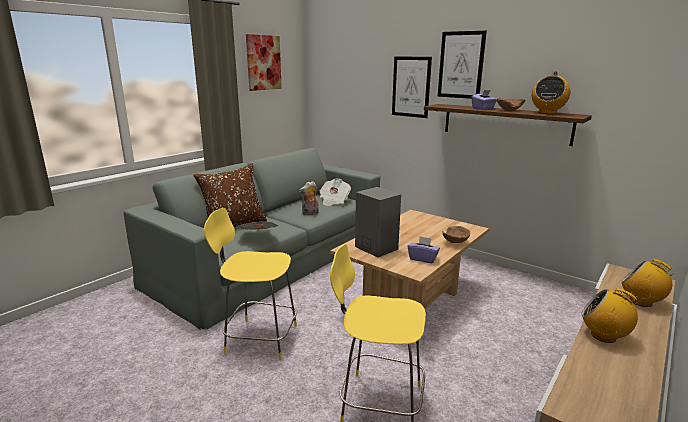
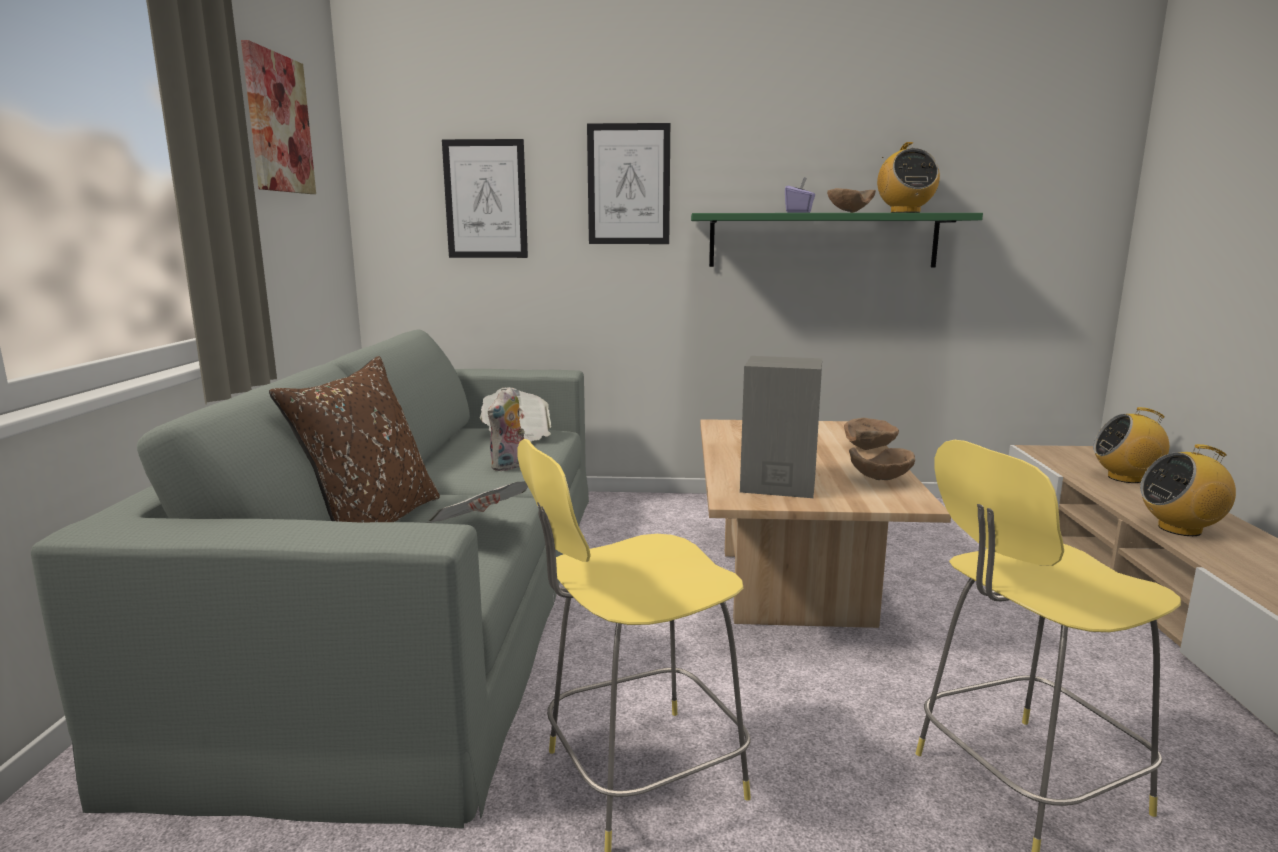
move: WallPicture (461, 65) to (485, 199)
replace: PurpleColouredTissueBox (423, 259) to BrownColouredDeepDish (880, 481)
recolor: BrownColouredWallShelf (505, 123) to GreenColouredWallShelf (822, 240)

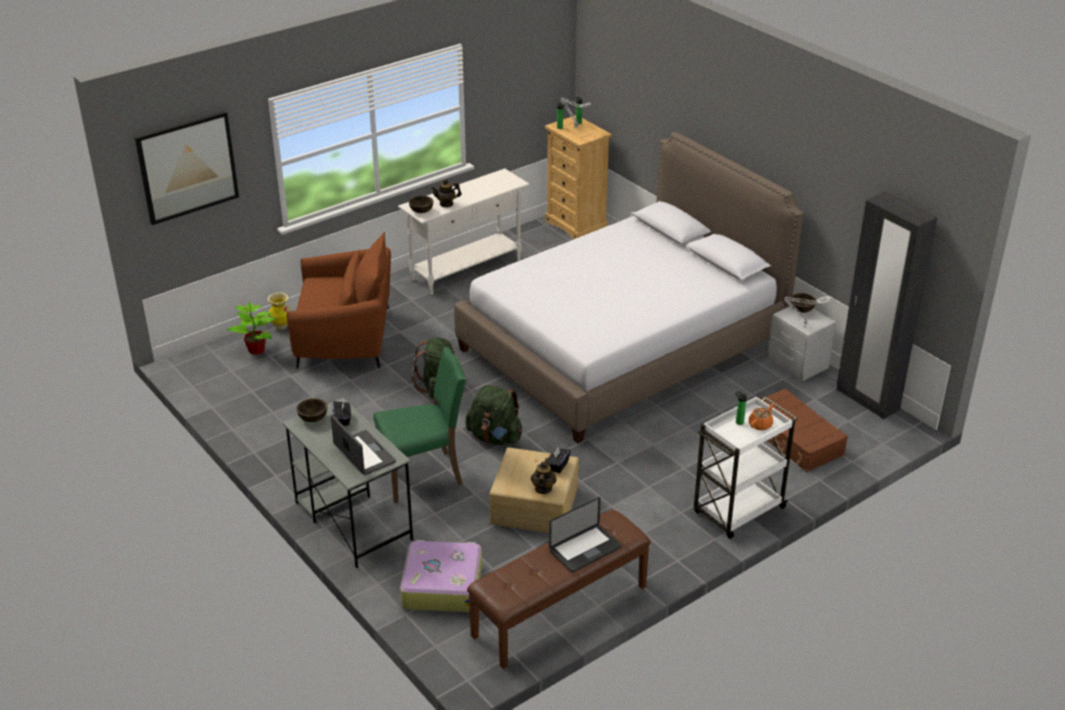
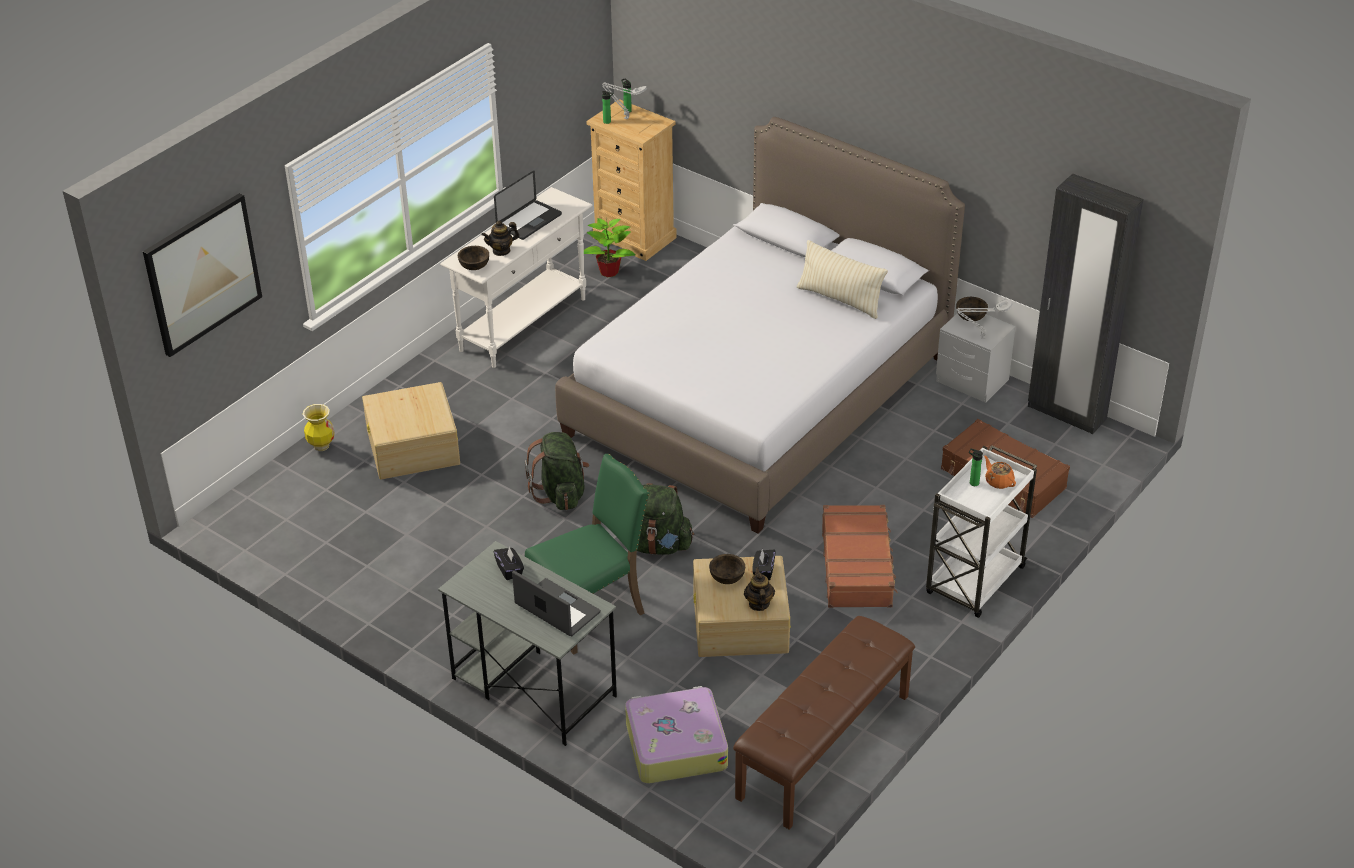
insert: BeigeColouredThrowPillow (840, 299); BrownColouredPieceOfLuggage (857, 566)
move: PottedPlant (257, 350) to (609, 271); BrownColouredDeepDish (313, 418) to (727, 577); NotebookComputer (585, 549) to (529, 221)
replace: BrownColouredArmchair (346, 338) to BeigeColouredStorageBox (413, 447)
rotate: OrangeyTeapot (760, 424) = (998, 481) 60 degrees counterclockwise

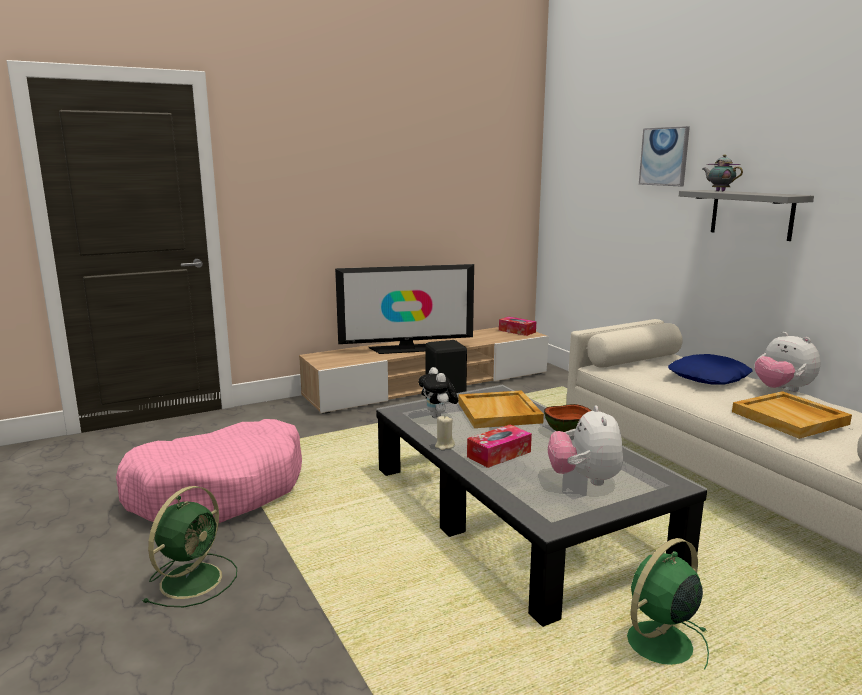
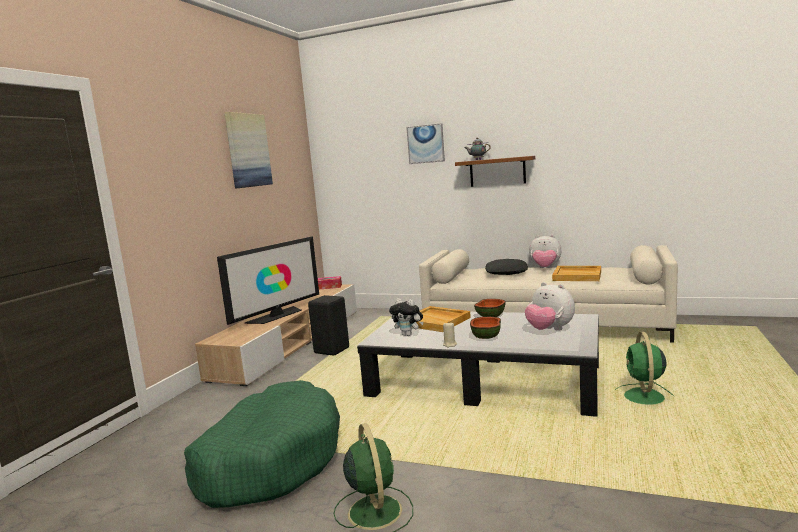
insert: WallPicture (248, 150)
replace: TissueBox (499, 454) to DeepDish (486, 337)
recolor: GreyWallShelf (751, 214) to BrownColouredWallShelf (497, 171); BlueThrowPillow (709, 378) to BlackColouredThrowPillow (507, 272); PinkDogBed (219, 490) to GreenColouredDogBed (269, 460)

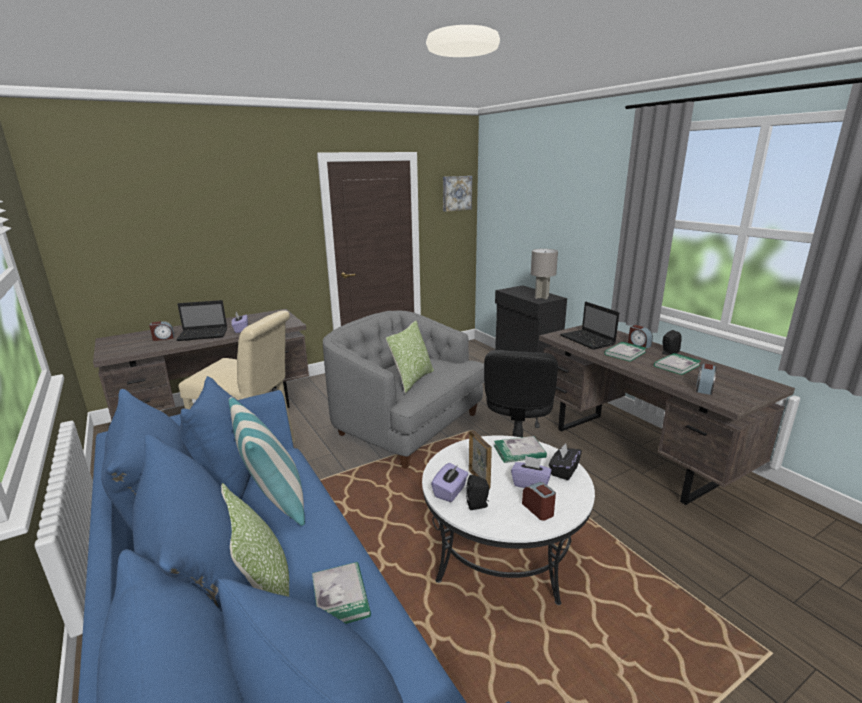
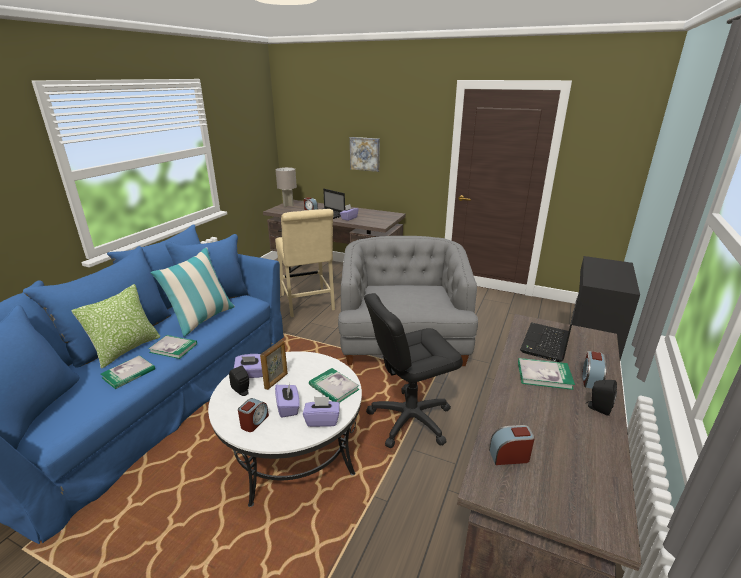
delete: ThrowPillow (412, 380)
move: WallPicture (456, 193) to (365, 154); GreyTableLamp (542, 297) to (288, 205); Volume (676, 365) to (173, 348)
recolor: BlackColouredTissueBox (563, 471) to PurpleColouredTissueBox (322, 420)

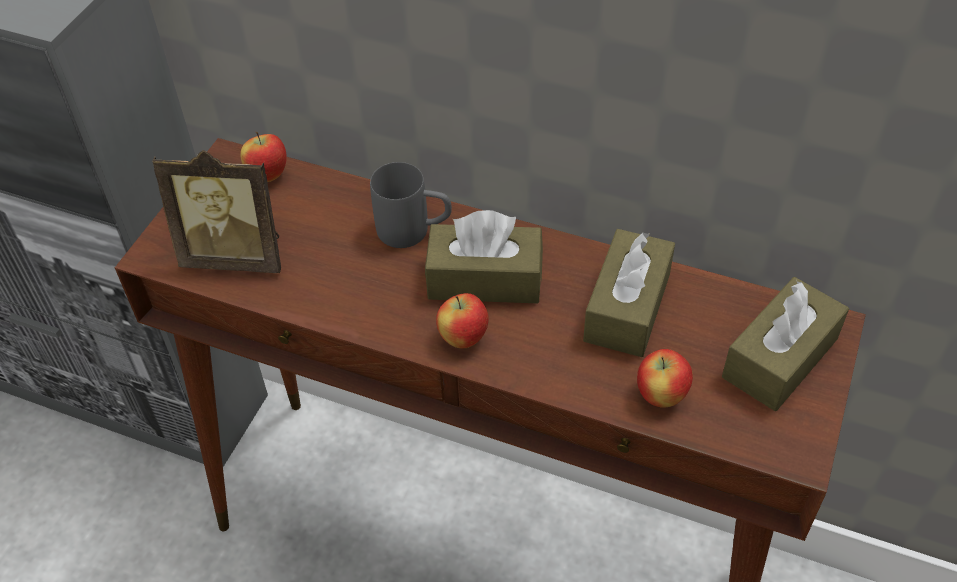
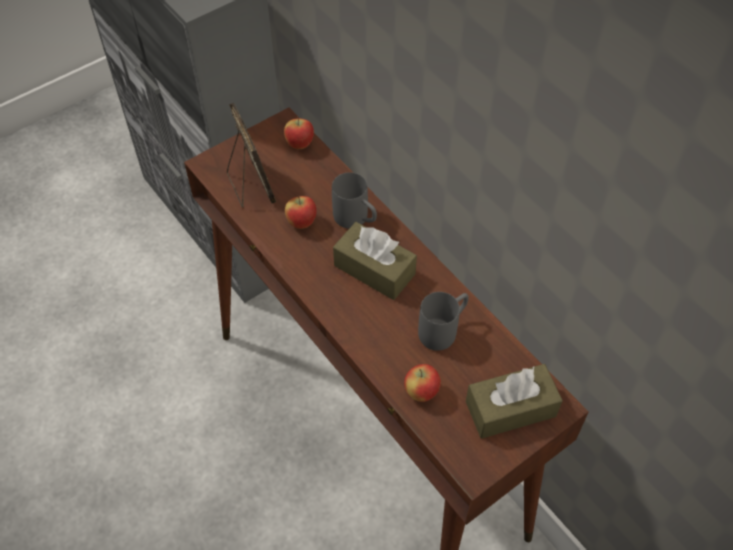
move: WholeApple (463, 338) to (302, 223)
replace: BrownColouredTissueBox (627, 307) to GreyMug (443, 329)
rotate: StandingFrame (236, 255) = (250, 186) 150 degrees counterclockwise

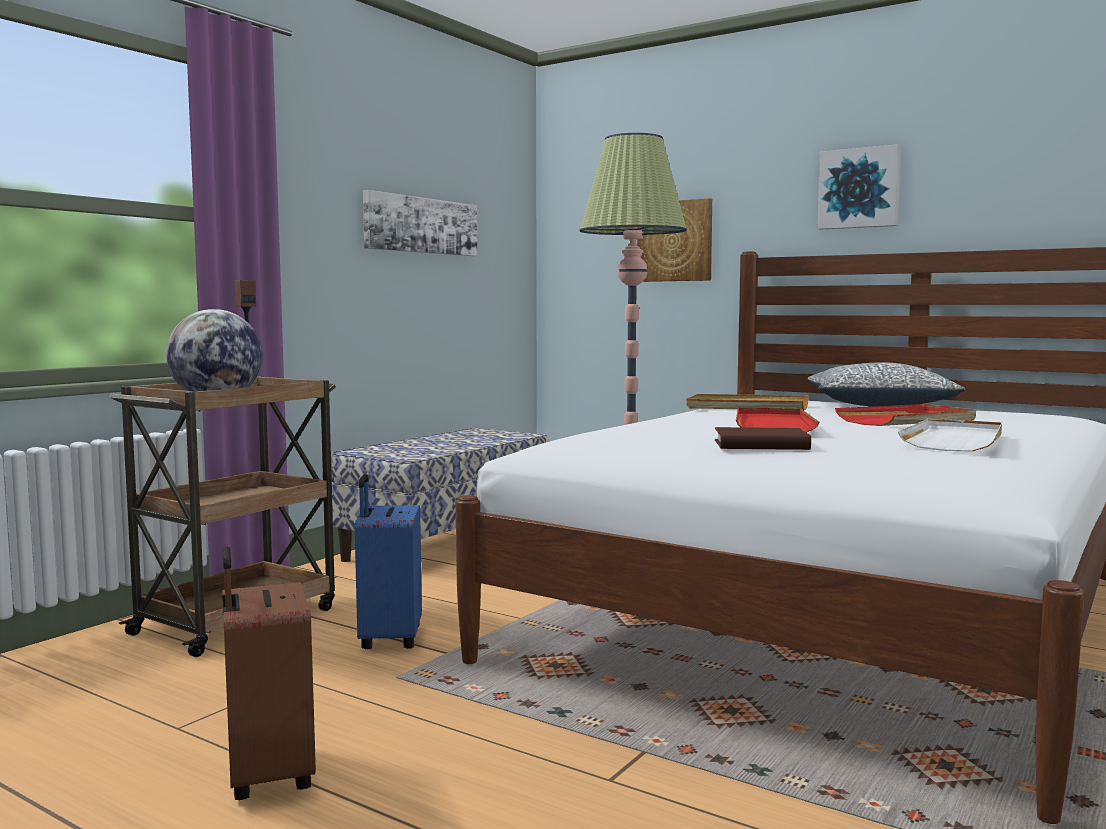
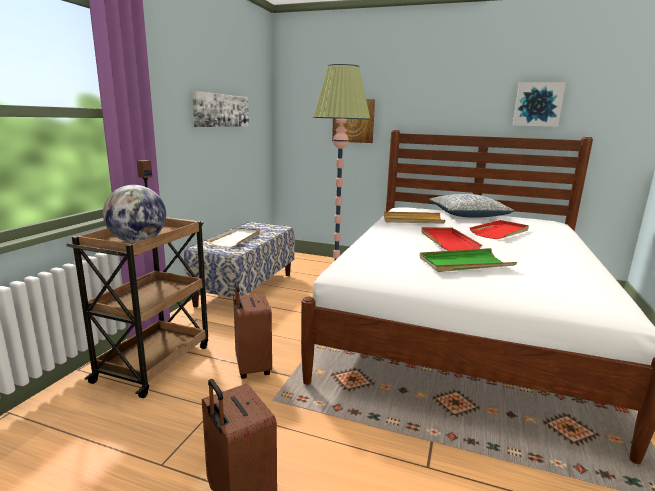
move: WallPicture (859, 188) to (538, 104); WhitishServingTray (955, 440) to (236, 239)
replace: BrownColouredVolume (761, 445) to GreenColouredServingTray (465, 263)
recolor: BluePieceOfLuggage (388, 638) to BrownColouredPieceOfLuggage (251, 368)

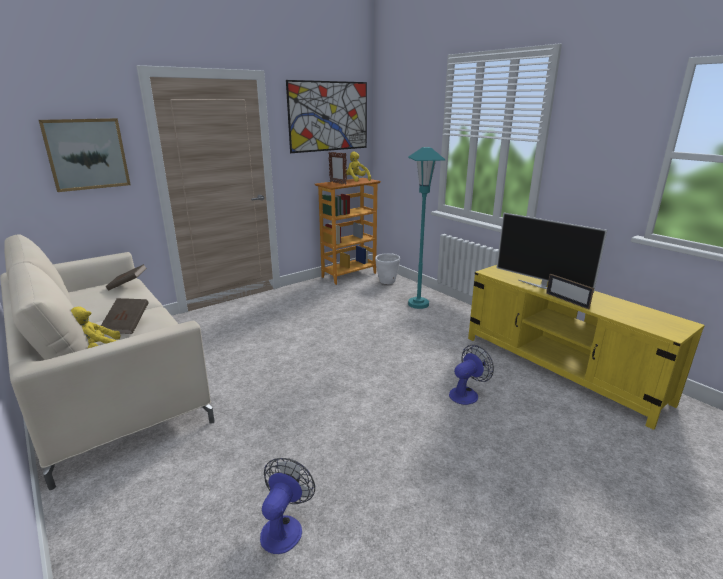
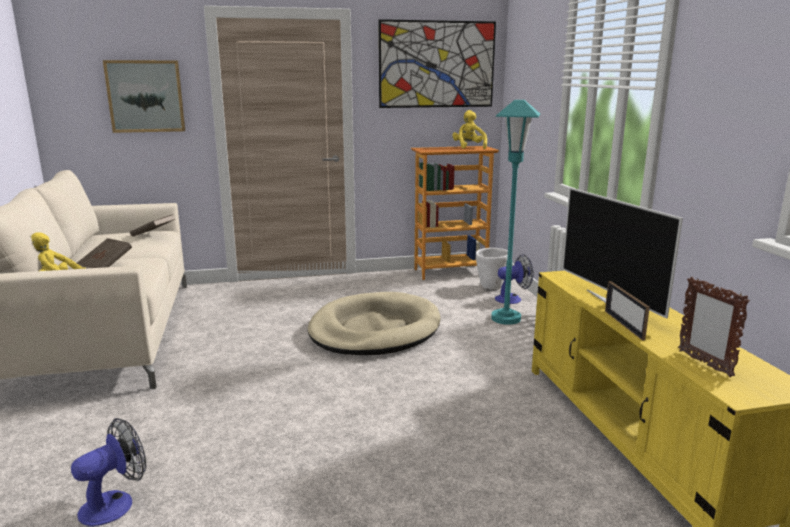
insert: BeigeColouredDogBed (374, 330)
move: StandingFrame (338, 183) to (704, 363); Fan (467, 393) to (512, 299)

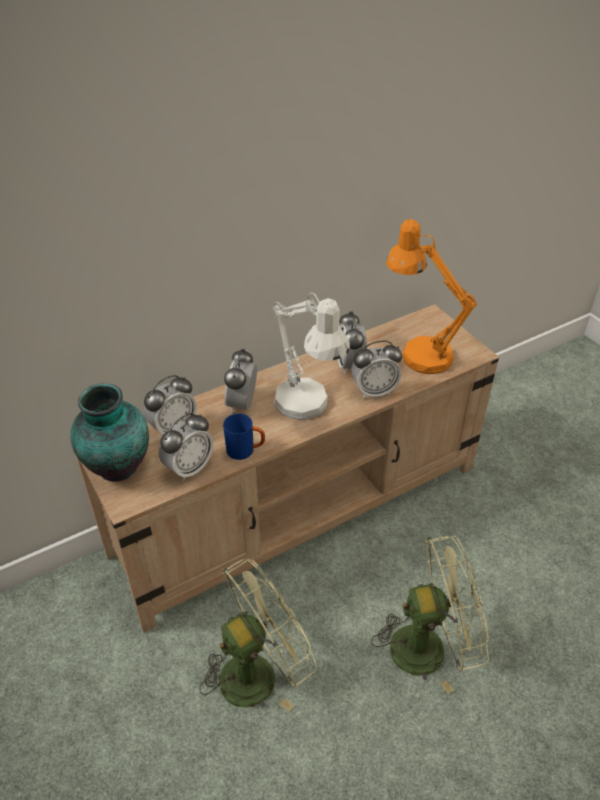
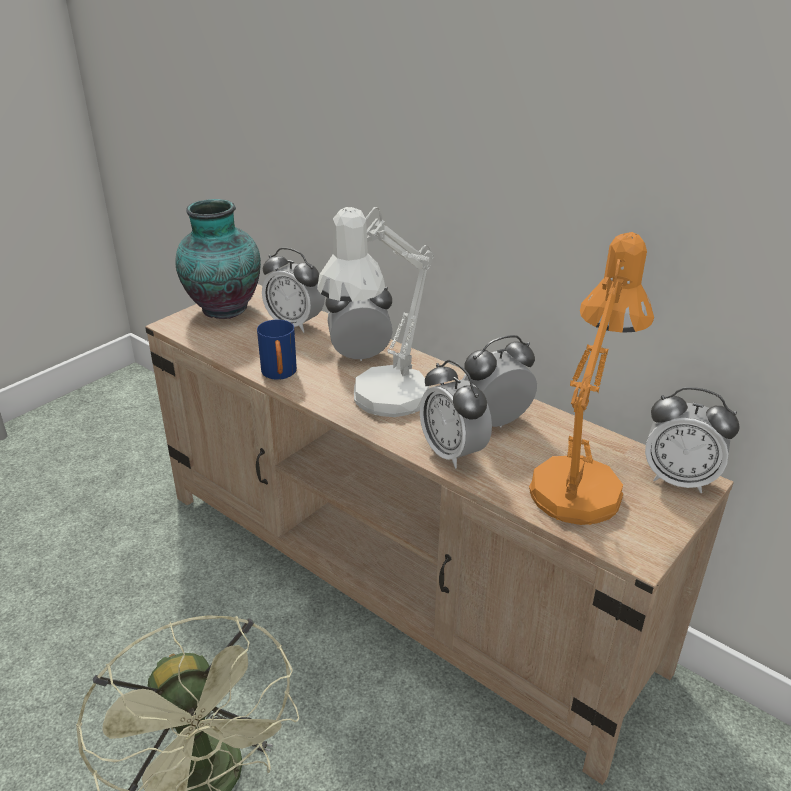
delete: GreenColouredFan (257, 671)
move: BedsideClock (189, 468) to (678, 479)

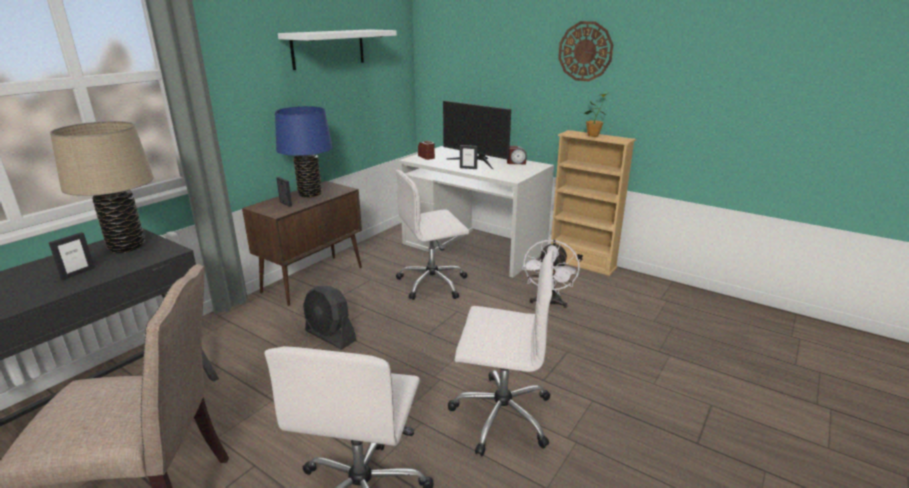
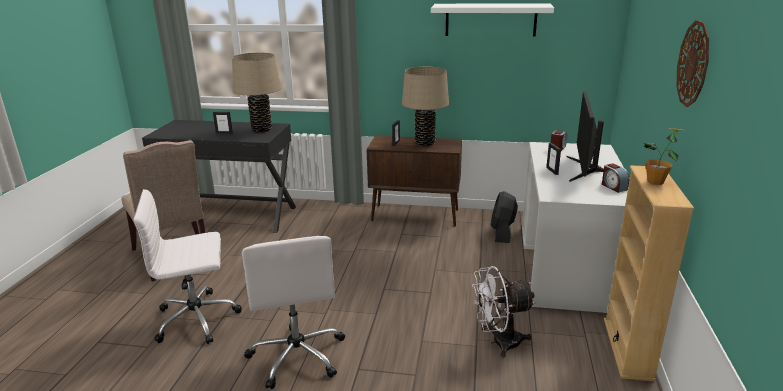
delete: WhitishOfficeChair (433, 283)
move: BlackColouredFan (330, 336) to (502, 233)
recolor: BlueTableLamp (310, 194) to BeigeColouredTableLamp (425, 143)

